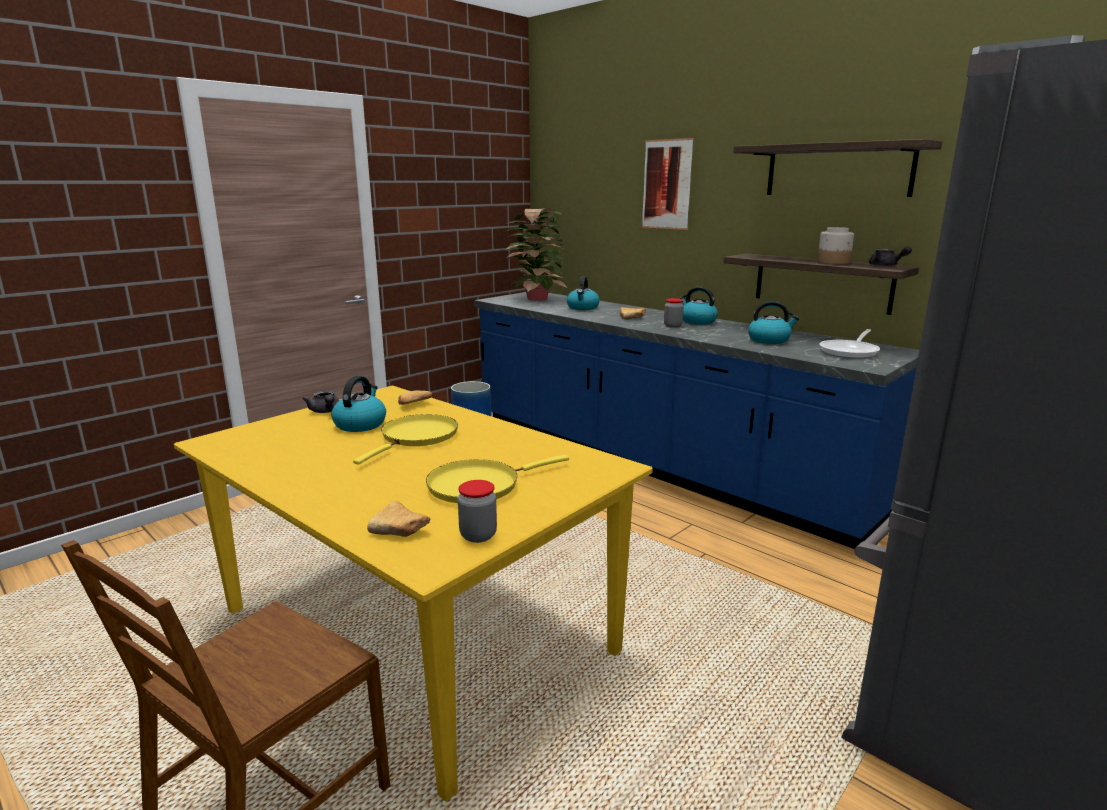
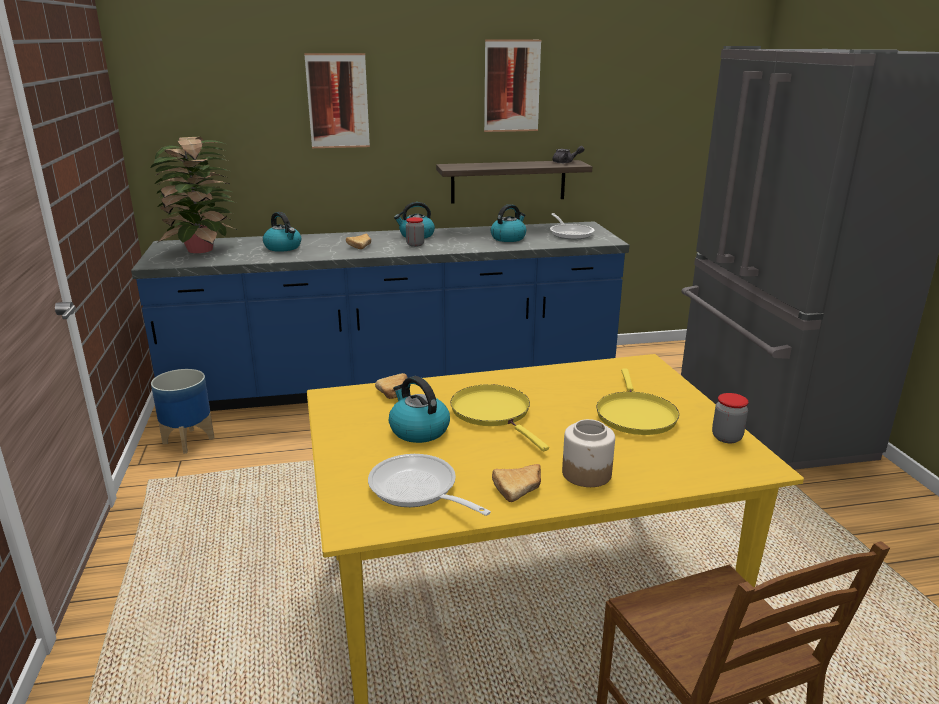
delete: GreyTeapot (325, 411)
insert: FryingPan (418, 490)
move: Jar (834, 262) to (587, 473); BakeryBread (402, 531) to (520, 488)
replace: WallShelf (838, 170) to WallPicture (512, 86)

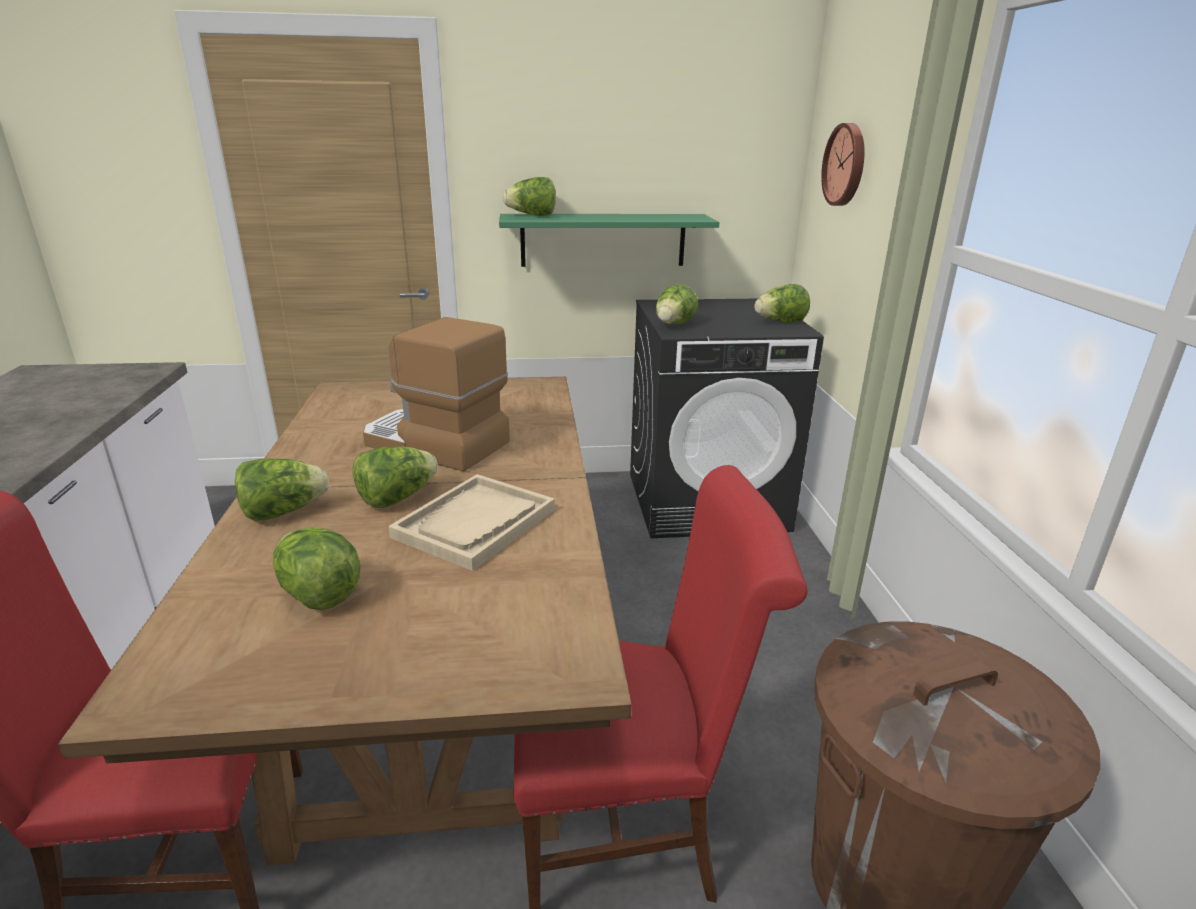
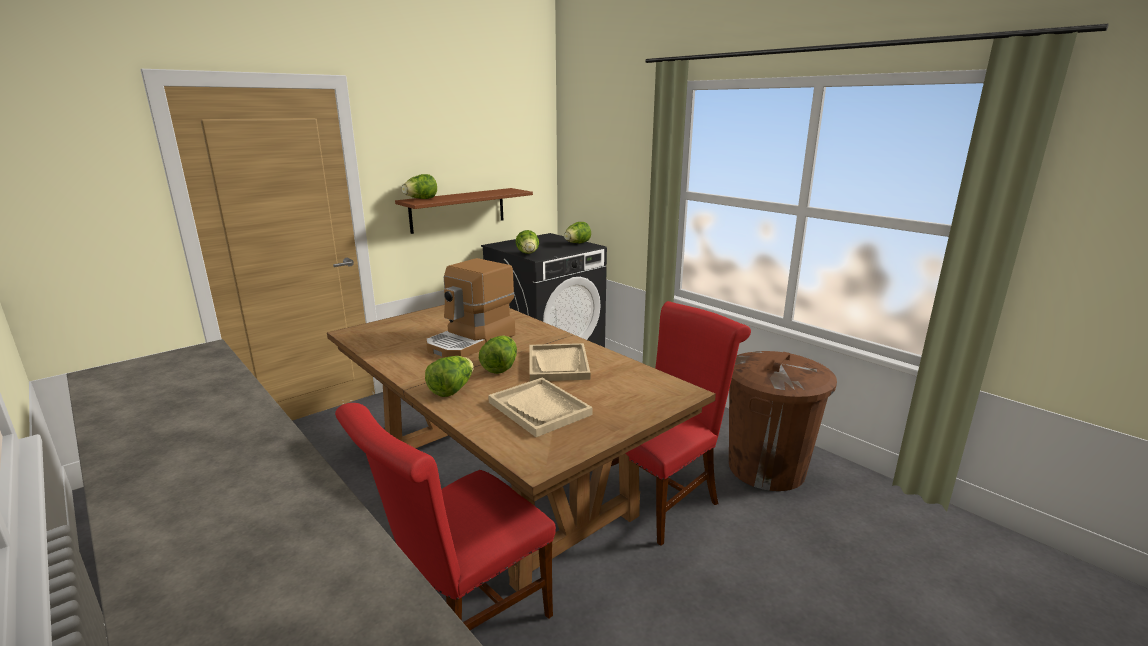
delete: ClockOnTheWall (846, 165)
replace: HeadOfLettuce (319, 594) to BeigeColouredServingTray (539, 408)
recolor: GreenColouredWallShelf (603, 240) to BrownColouredWallShelf (458, 210)
rotate: CoffeeMaker (434, 444) = (472, 342) 45 degrees counterclockwise

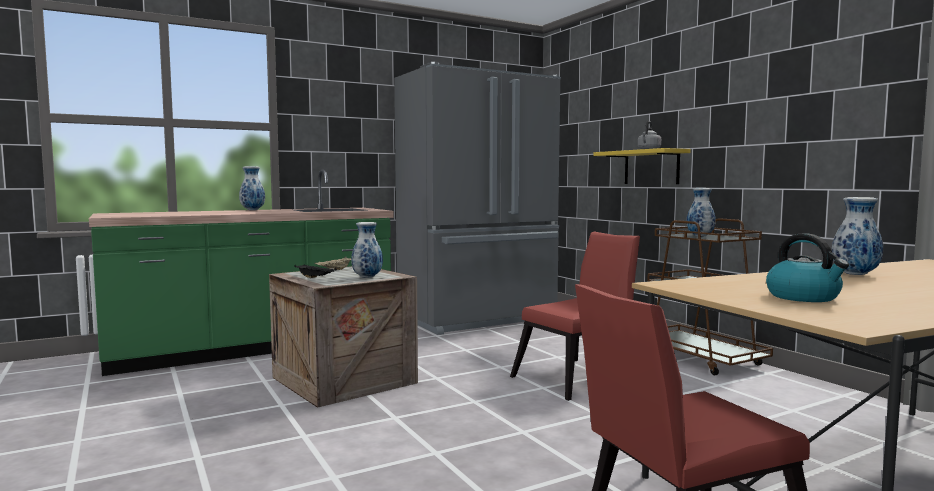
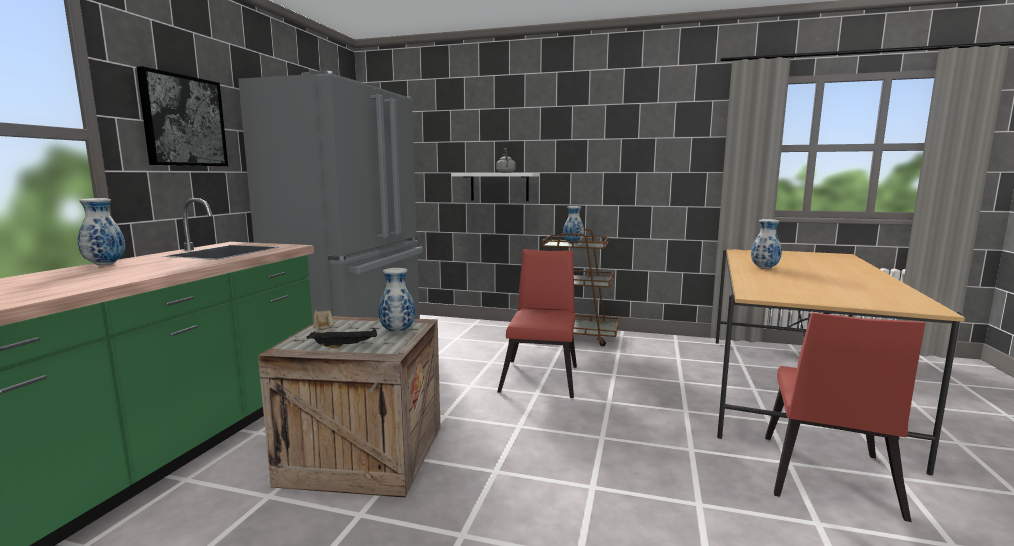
delete: WaterKettle (804, 297)
insert: WallPicture (184, 121)
recolor: YellowWallShelf (651, 167) to WhitishWallShelf (499, 187)

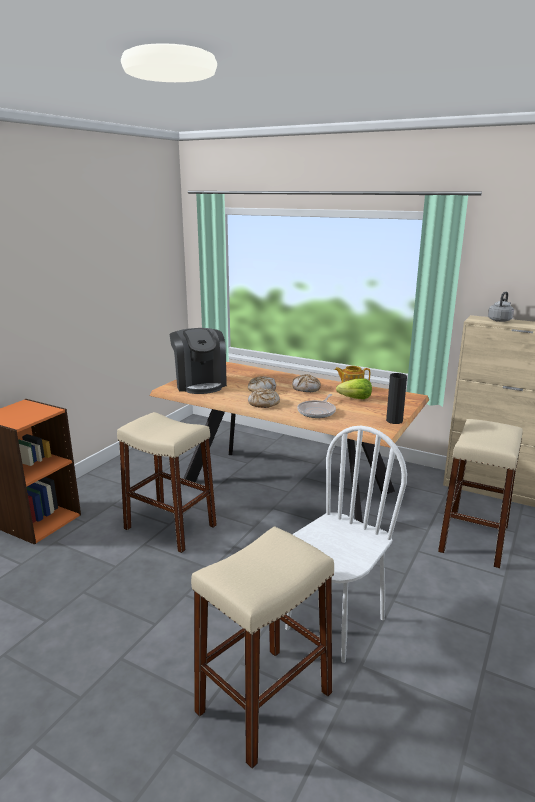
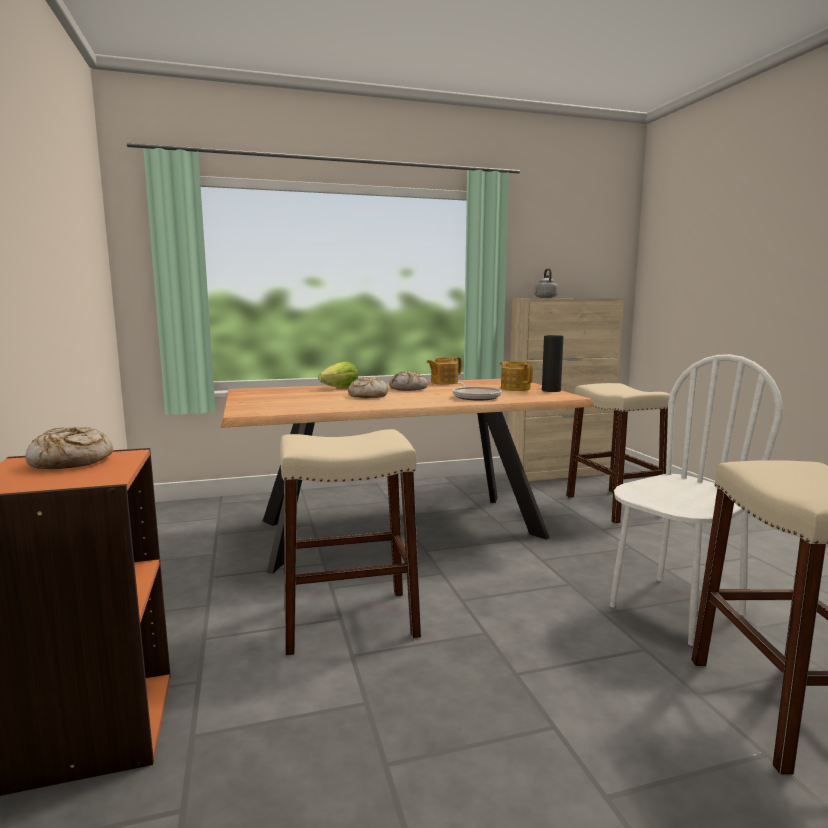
delete: CoffeeMaker (200, 384)
insert: Teapot (515, 388)
move: HeadOfLettuce (355, 399) to (340, 388); BakeryBread (263, 403) to (71, 461)
rotate: WhitishUprightChair (334, 623) = (675, 609) 60 degrees clockwise

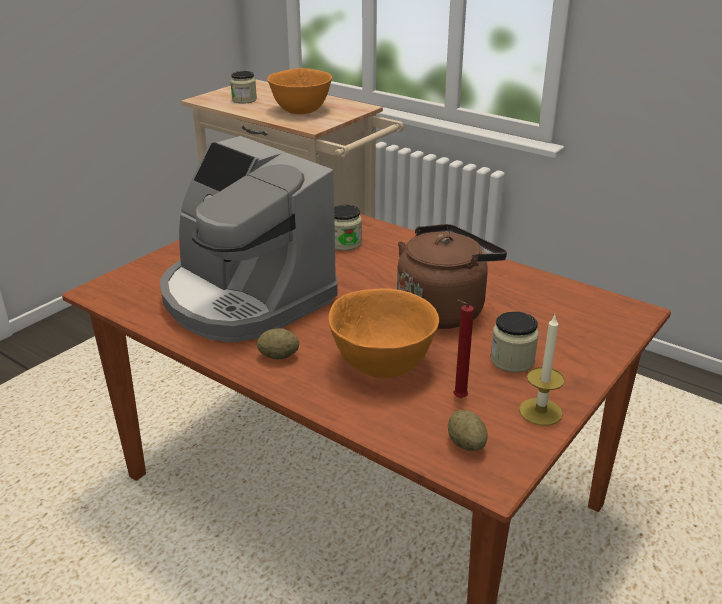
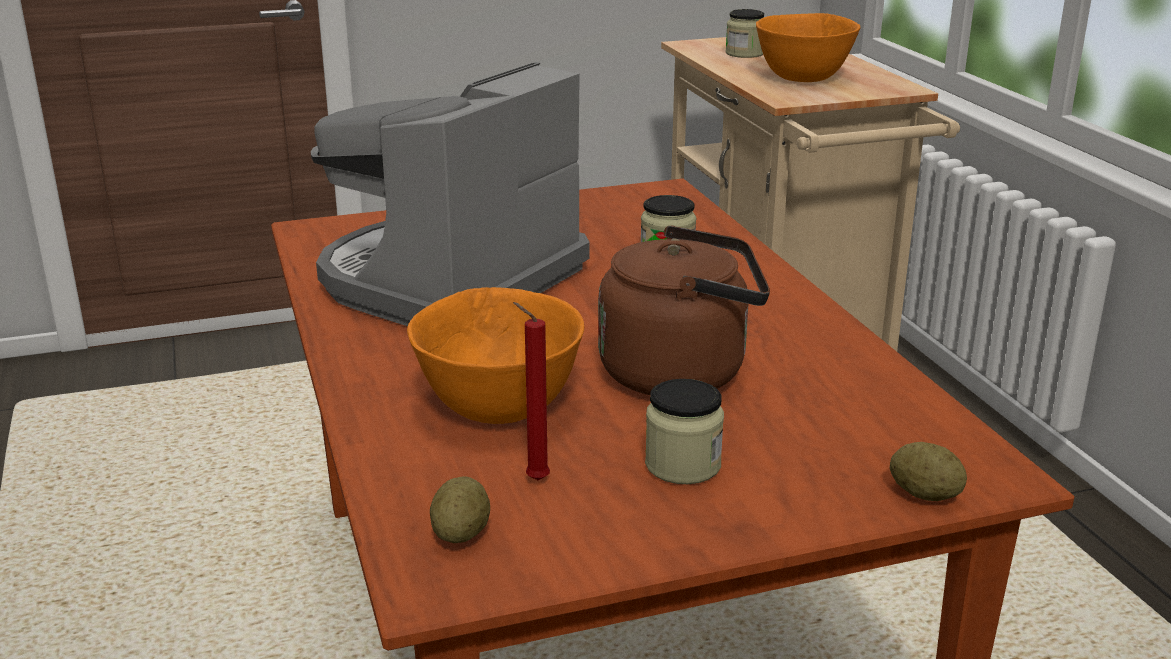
delete: WaxCandle (540, 412)
move: Potato (278, 356) to (924, 495)
rotate: CoffeeMaker (244, 298) = (449, 281) 45 degrees clockwise

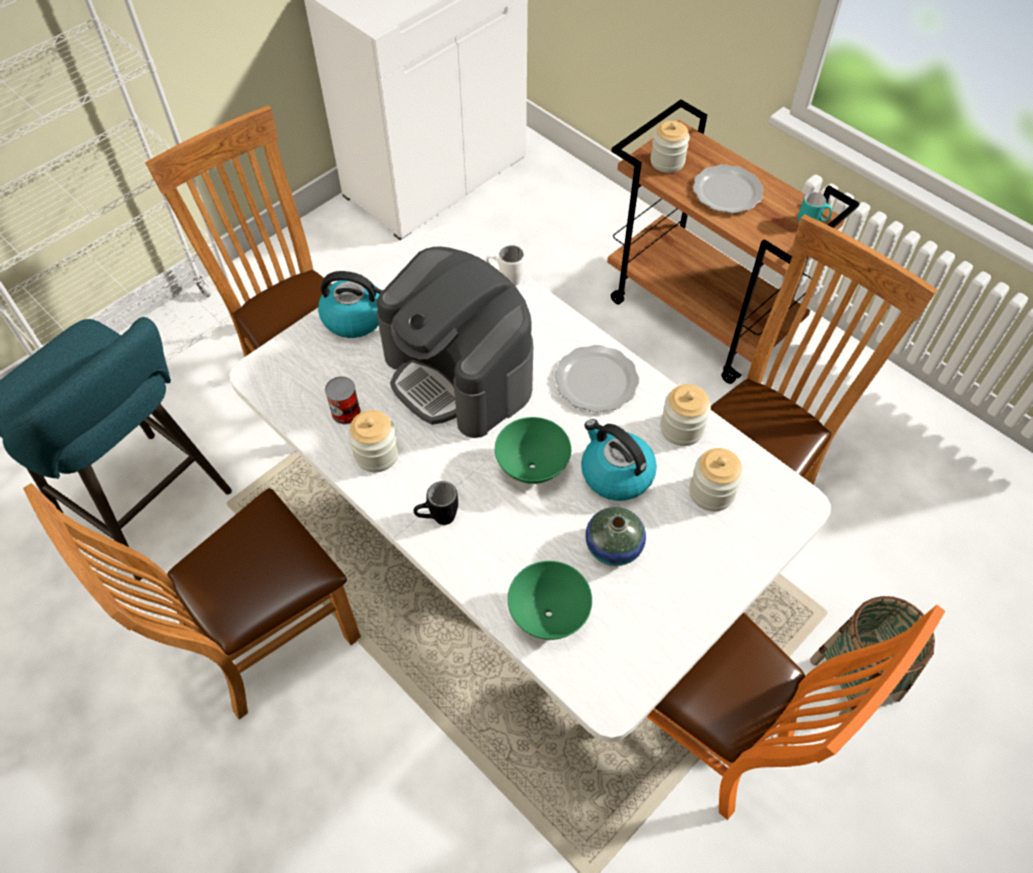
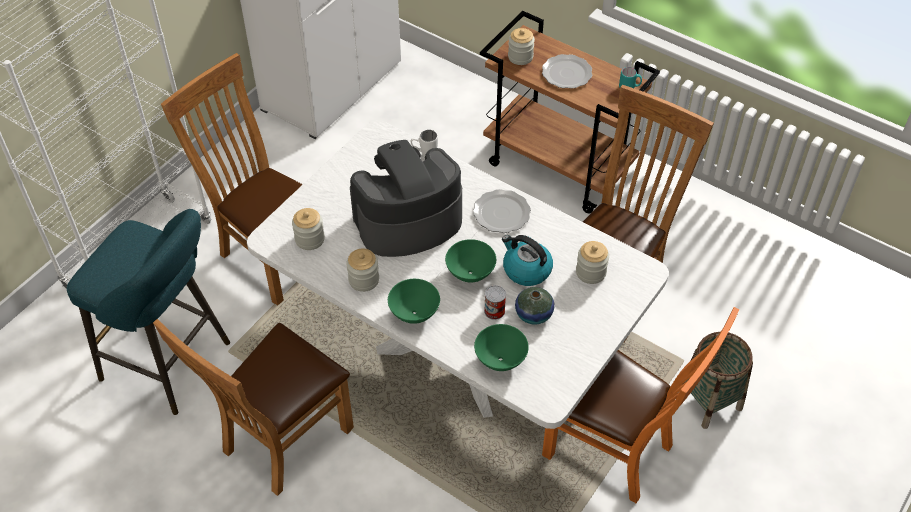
delete: WaterKettle (356, 317)
move: MetalCan (346, 412) to (494, 311); Jar (681, 428) to (310, 239)
replace: BlackColouredMug (437, 518) to GreenColouredDeepDish (415, 314)
rotate: CoffeeMaker (459, 374) = (407, 221) 120 degrees clockwise

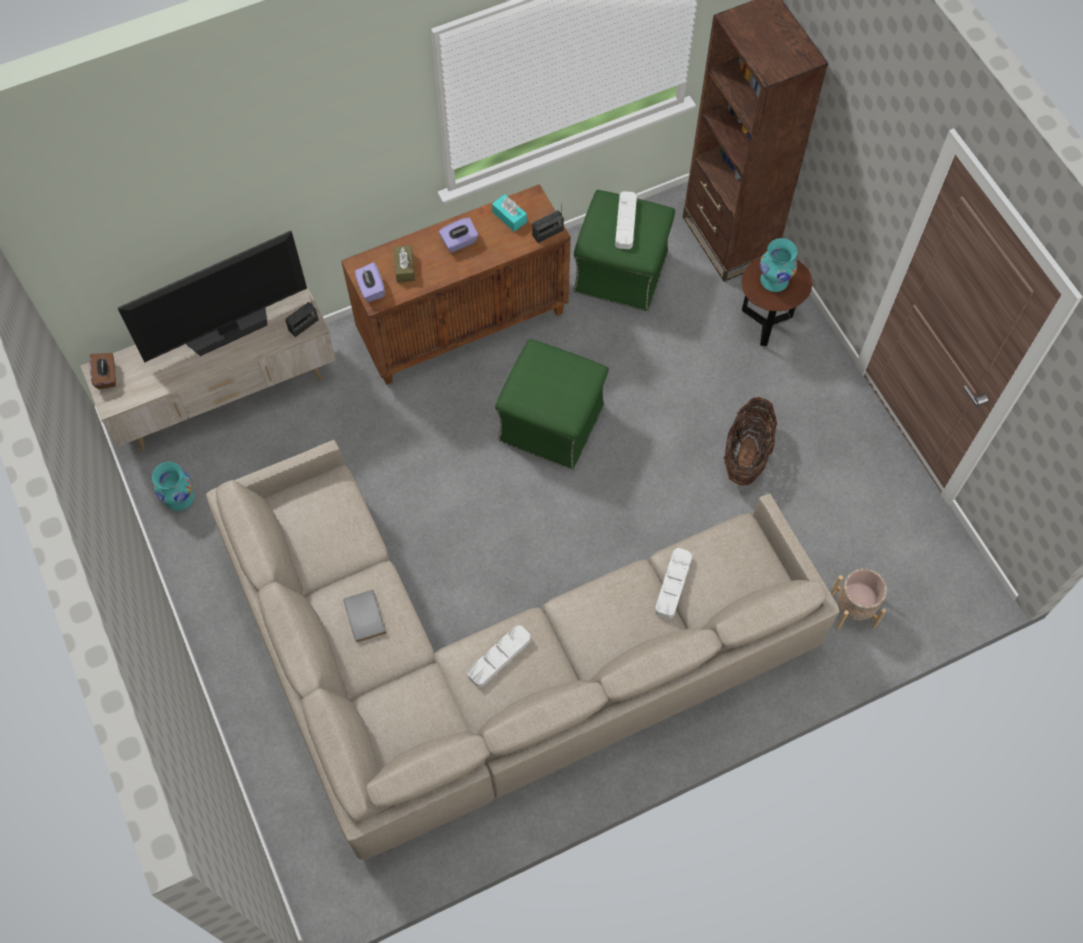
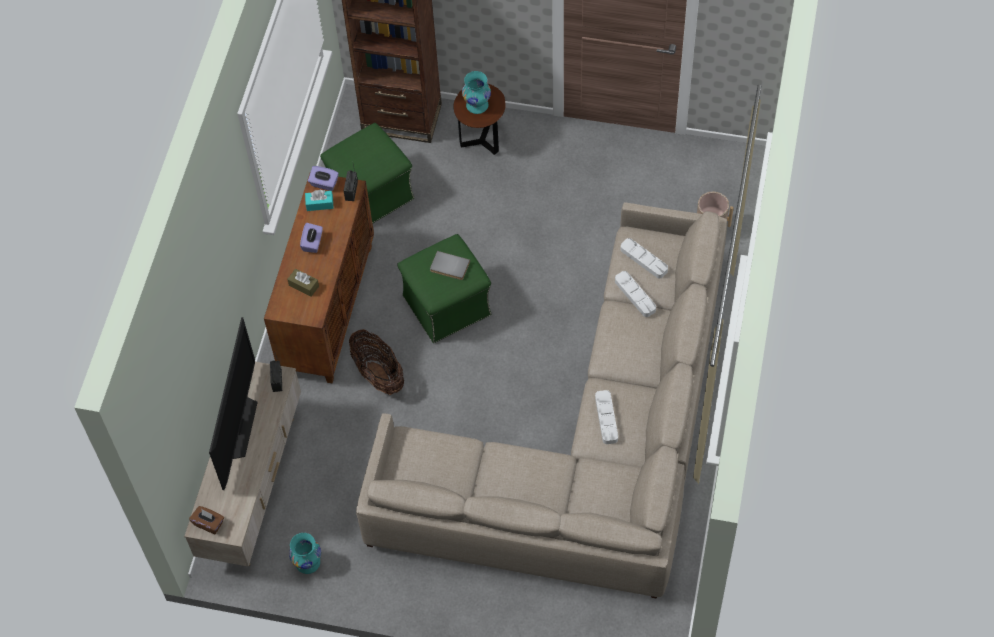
move: WhitishServingTray (625, 222) to (644, 260); PurpleColouredTissueBox (371, 289) to (324, 184); HouseholdBasket (746, 455) to (378, 374); GreyVolume (363, 617) to (449, 267)

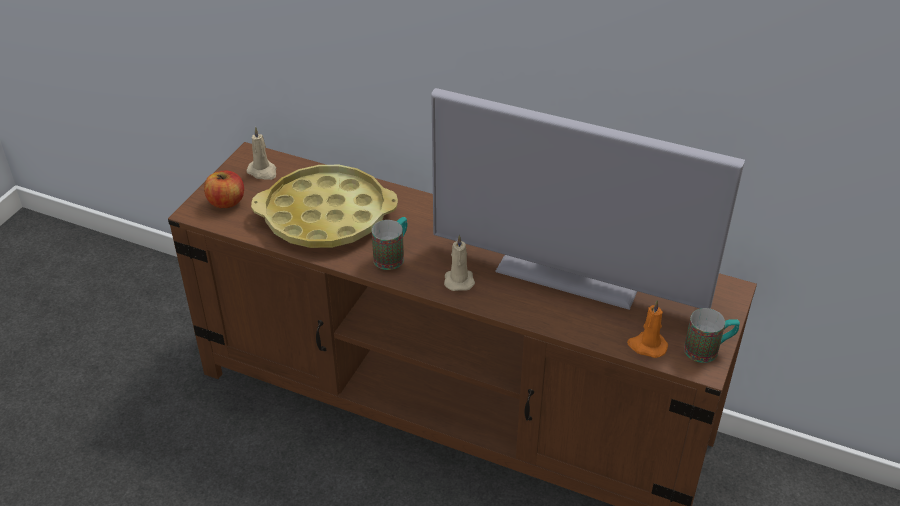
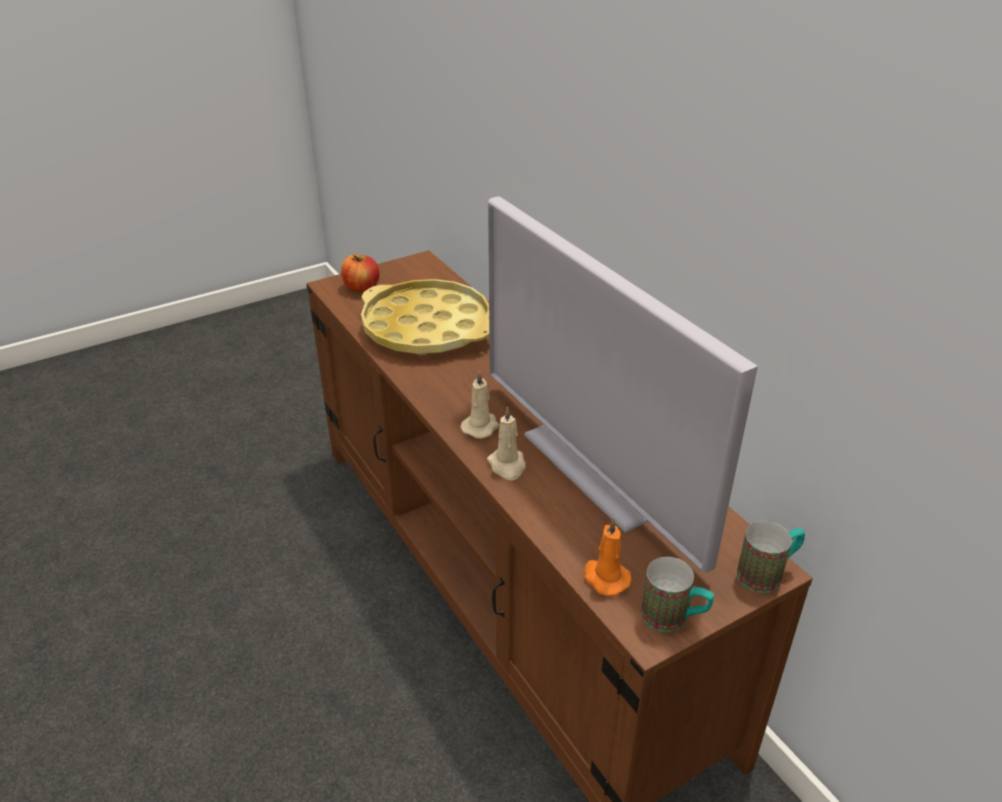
move: BeigeColouredWaxCandle (263, 172) to (507, 466); Mug (393, 255) to (767, 573)

